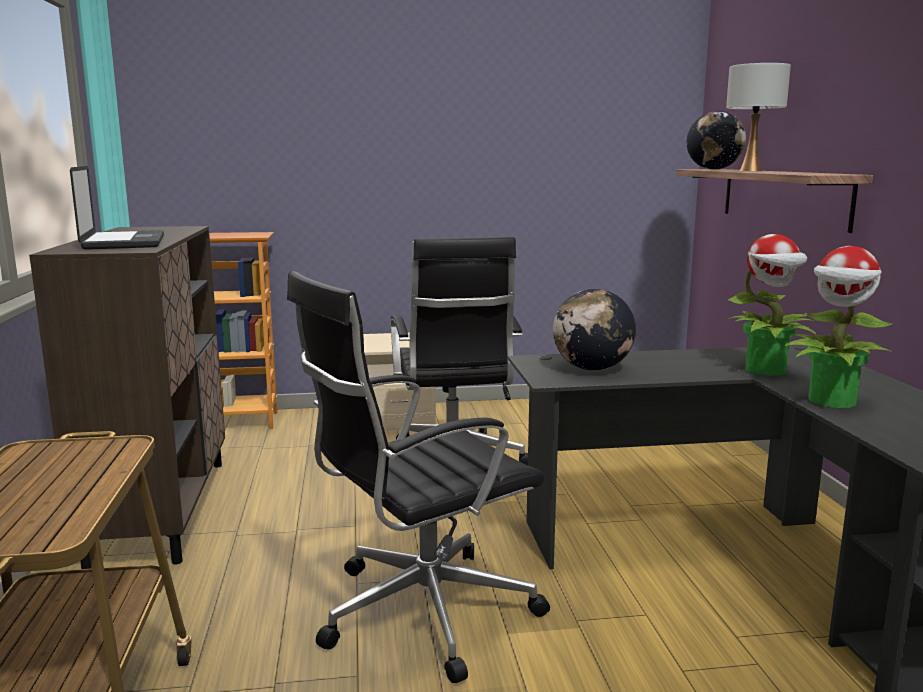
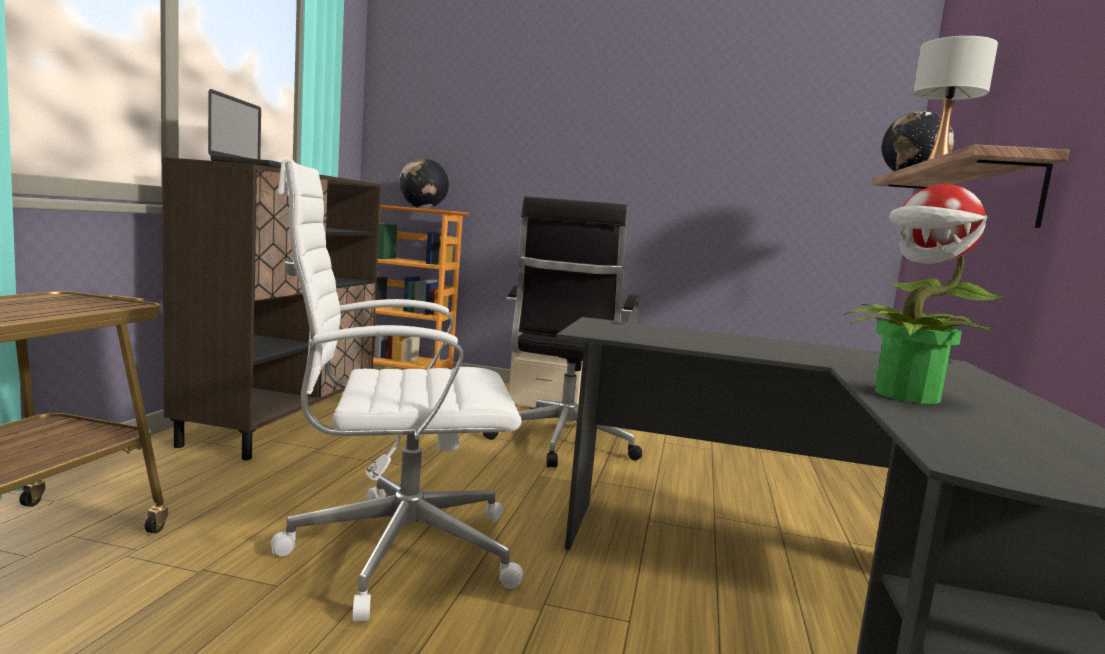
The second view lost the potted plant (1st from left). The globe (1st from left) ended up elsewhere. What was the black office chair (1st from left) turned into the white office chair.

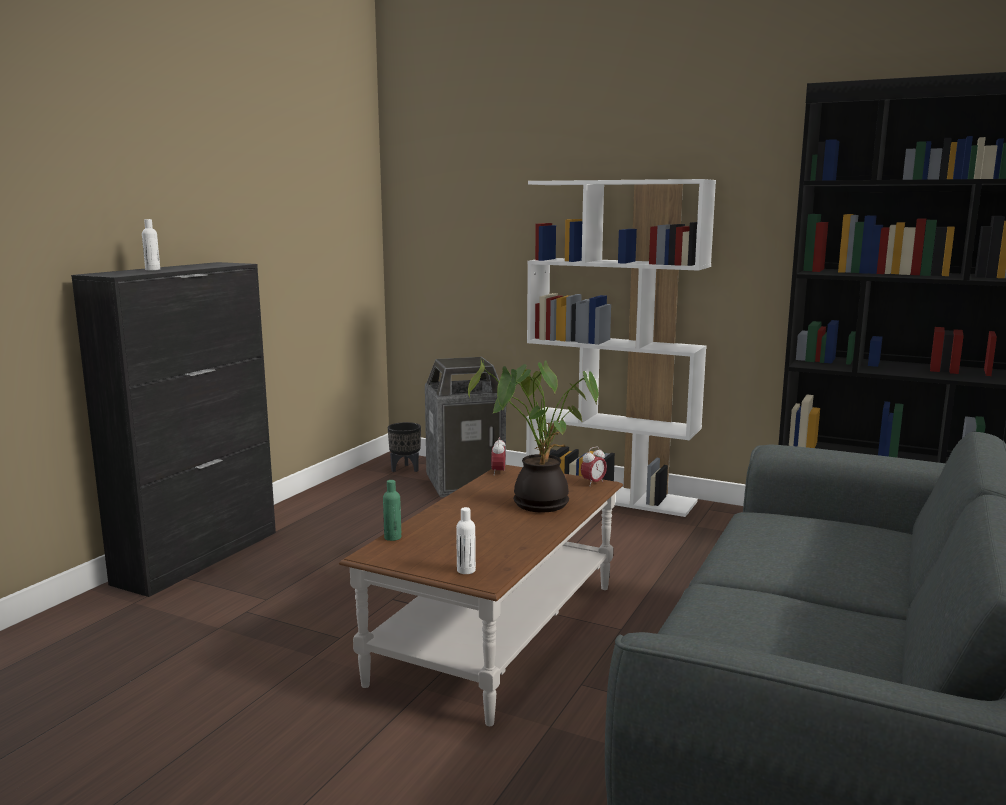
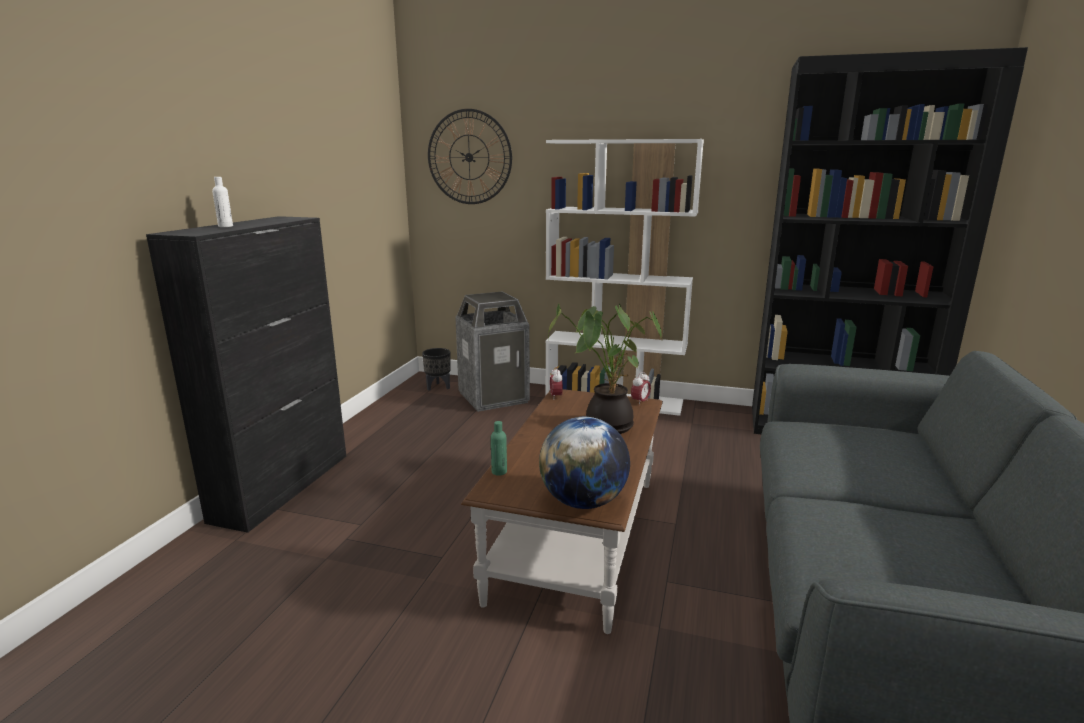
The second view gained the wall clock. Where the white bottle (2nd from left) stood, the globe came to stand.

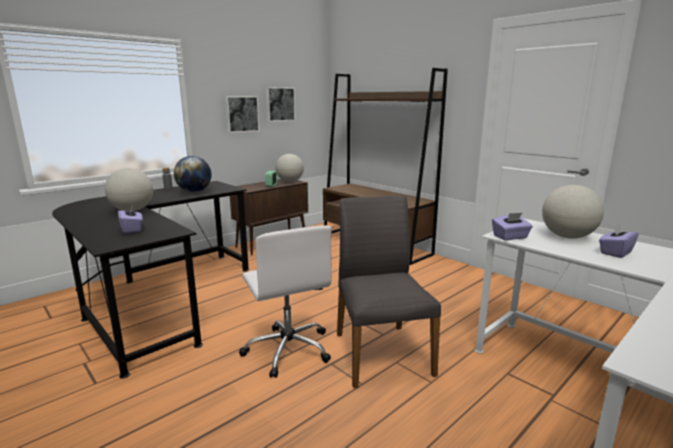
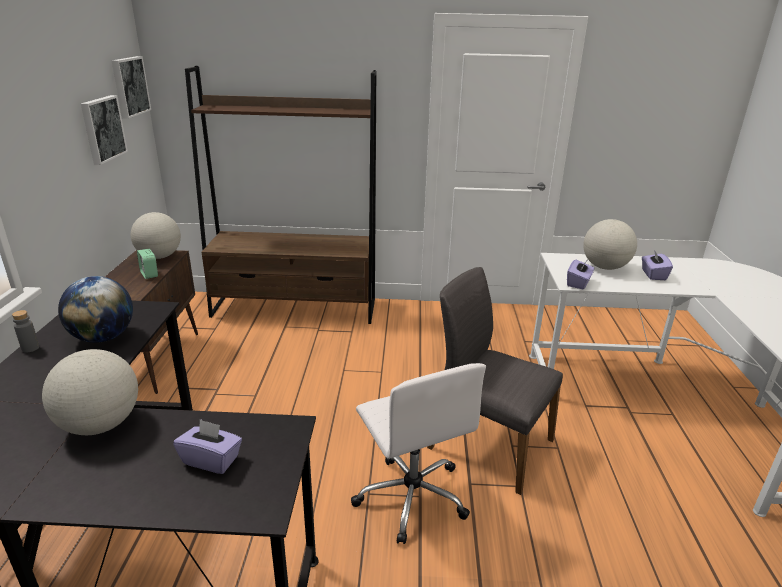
The picture (1st from left in the first image) ended up elsewhere. The white office chair ended up facing another way, 45 degrees clockwise from before.

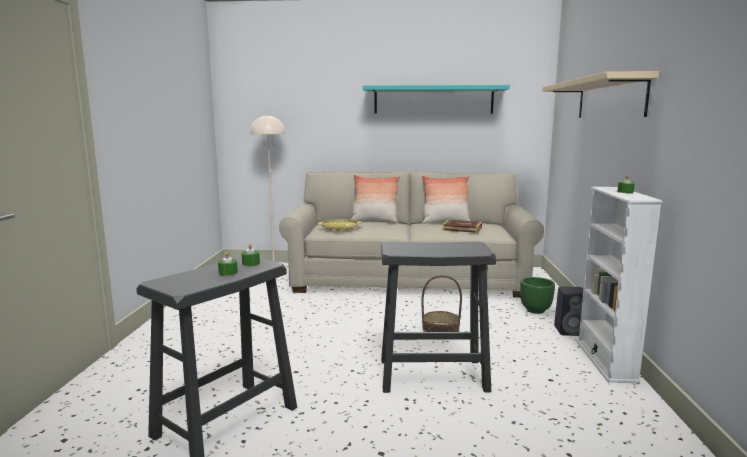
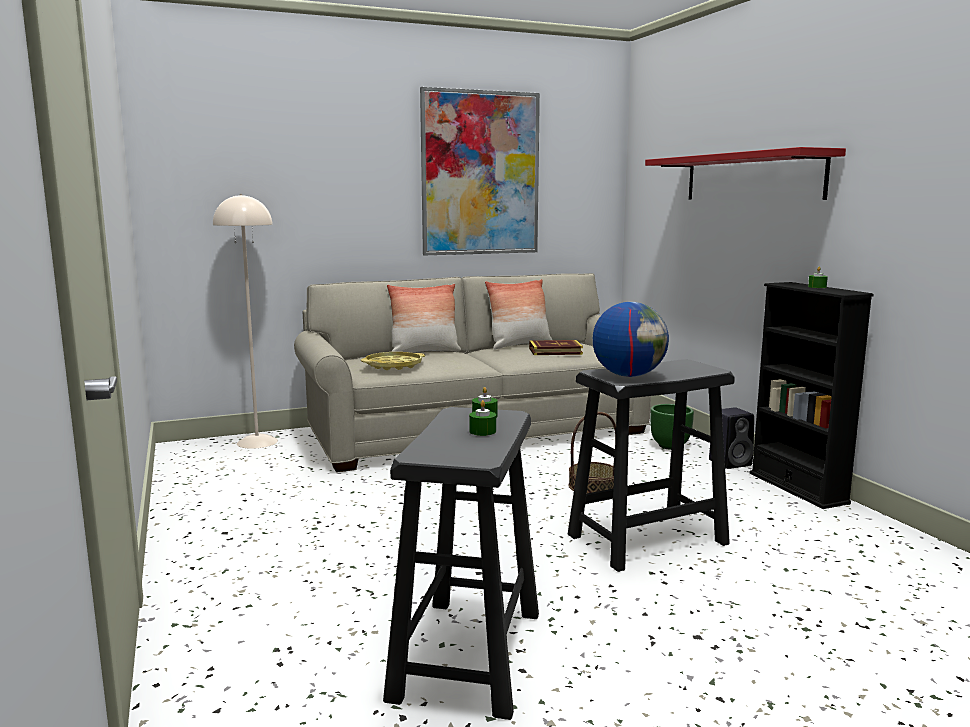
The second view gained the globe. Where the turquoise shelf hung, the picture came to hang. What was the beige shelf turned into the red shelf. What was the white bookcase turned into the black bookcase.

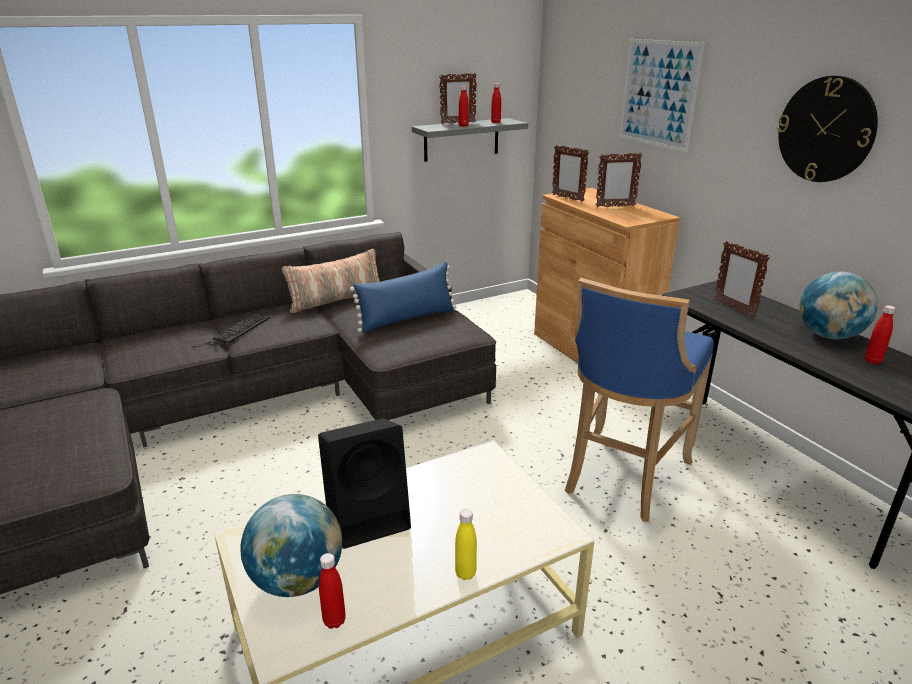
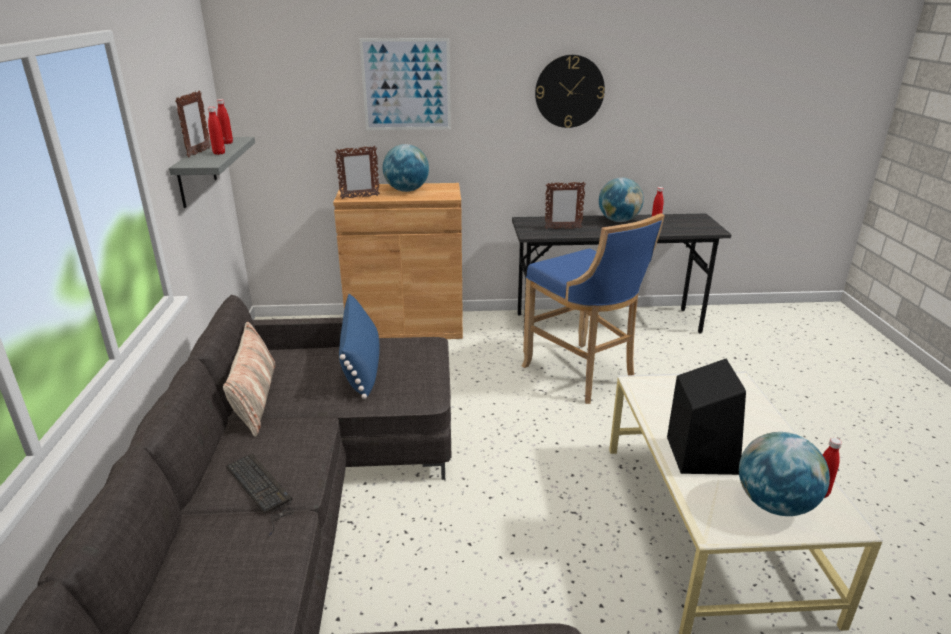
The second view lost the yellow bottle. Where the picture frame (3rd from left) stood, the globe (1st from left) came to stand.

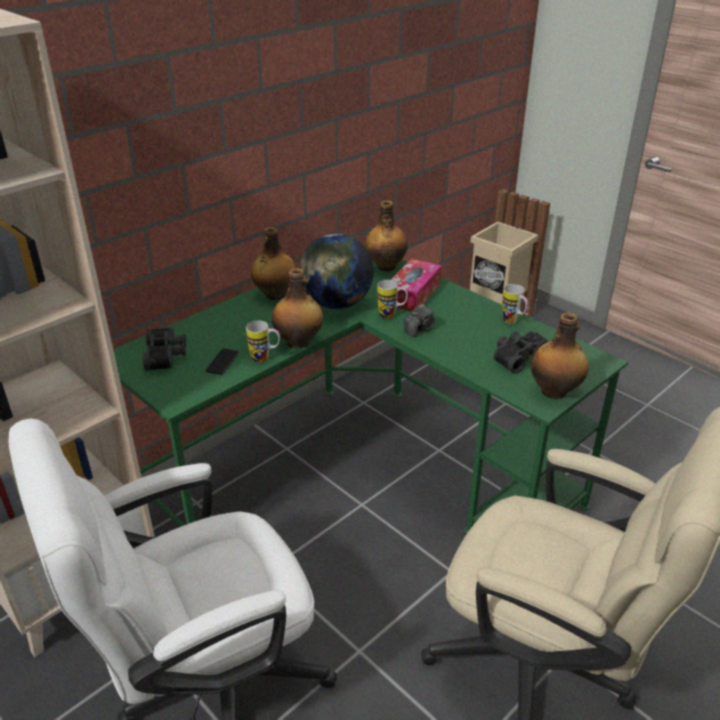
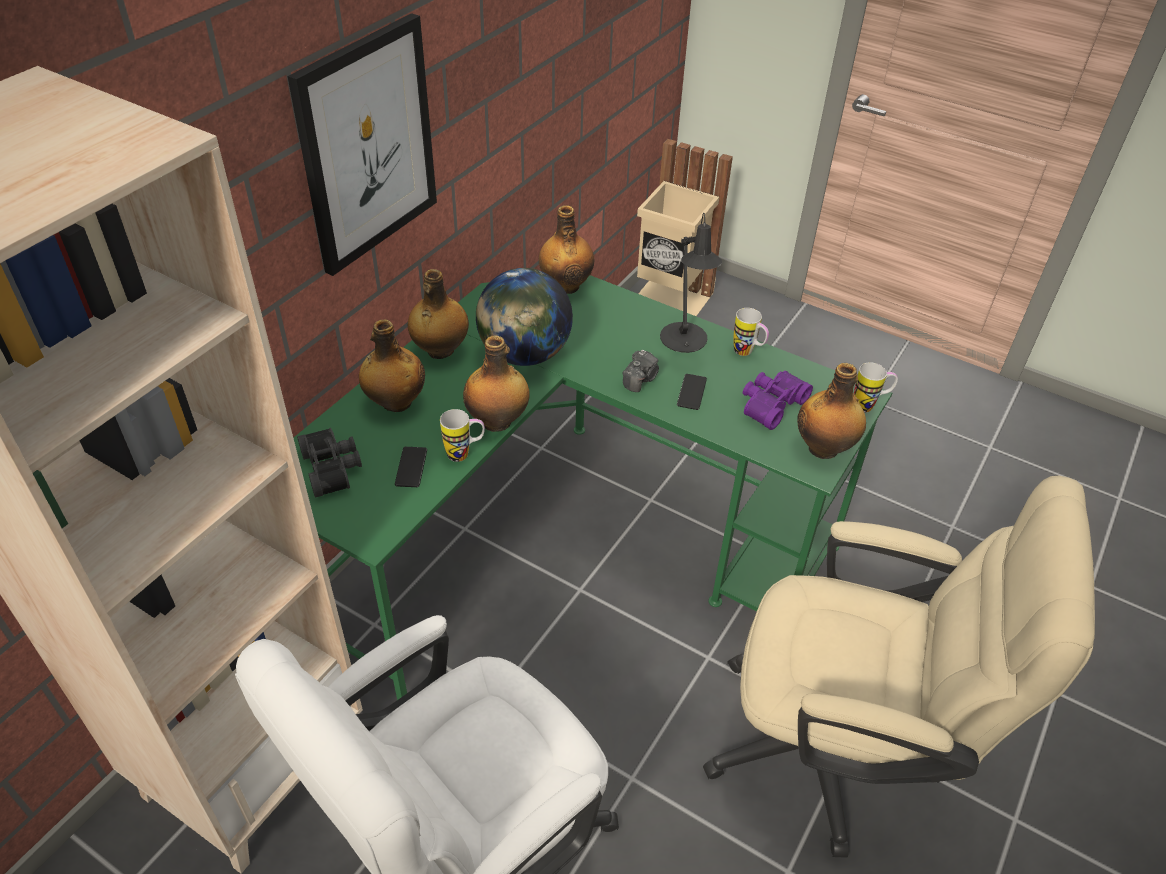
The second view lost the tissue box. The second view gained the picture. The second view gained the bottle (1st from left). The second view gained the black table lamp. The second view gained the phone (2nd from left). The mug (2nd from left in the first image) ended up elsewhere. What was the black binoculars (2nd from left) turned into the purple binoculars.

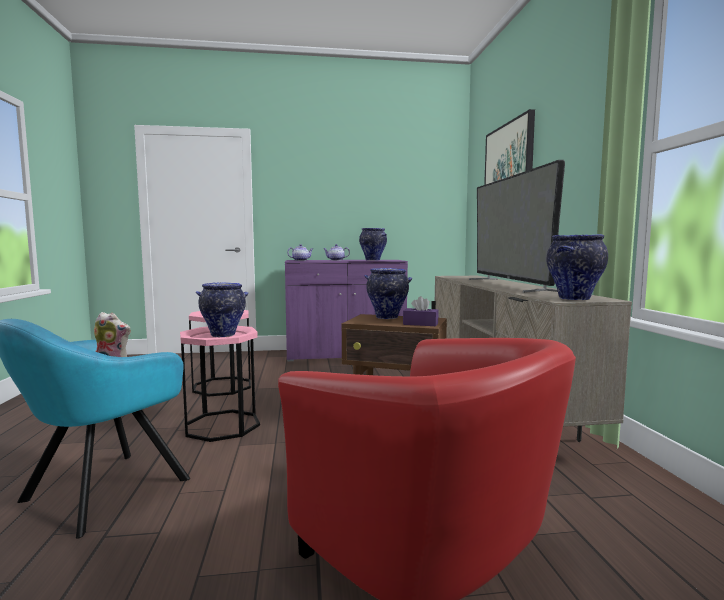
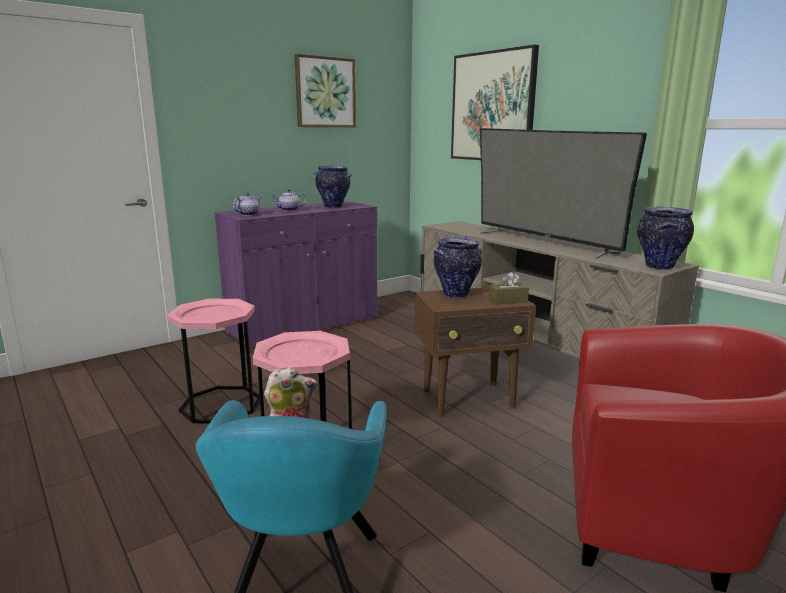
The second view lost the vase (1st from left). The second view gained the picture (1st from left). What was the purple tissue box turned into the brown tissue box.

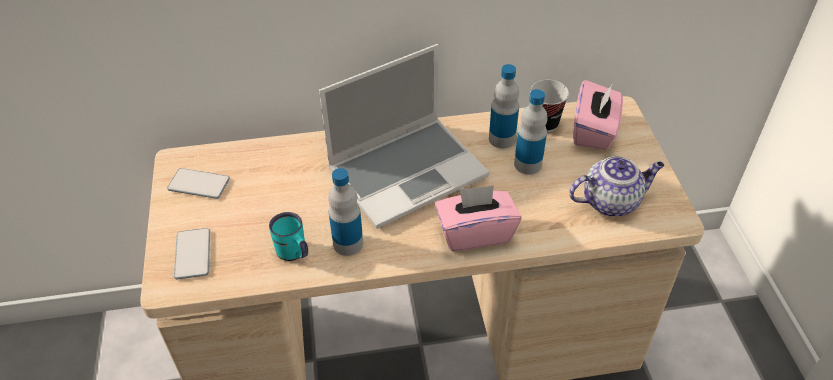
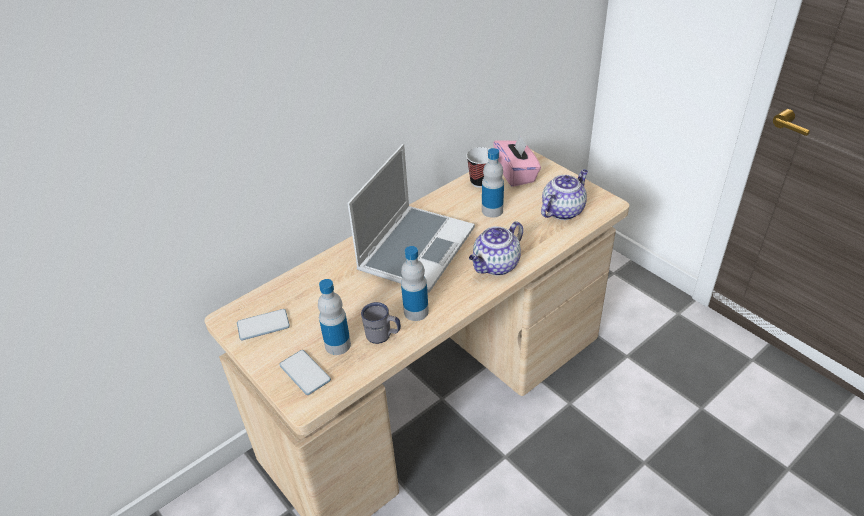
The bottle (2nd from left in the first image) ended up elsewhere. Where the pink tissue box (1st from left) stood, the teapot (1st from left) came to stand. What was the turquoise mug turned into the grey mug.

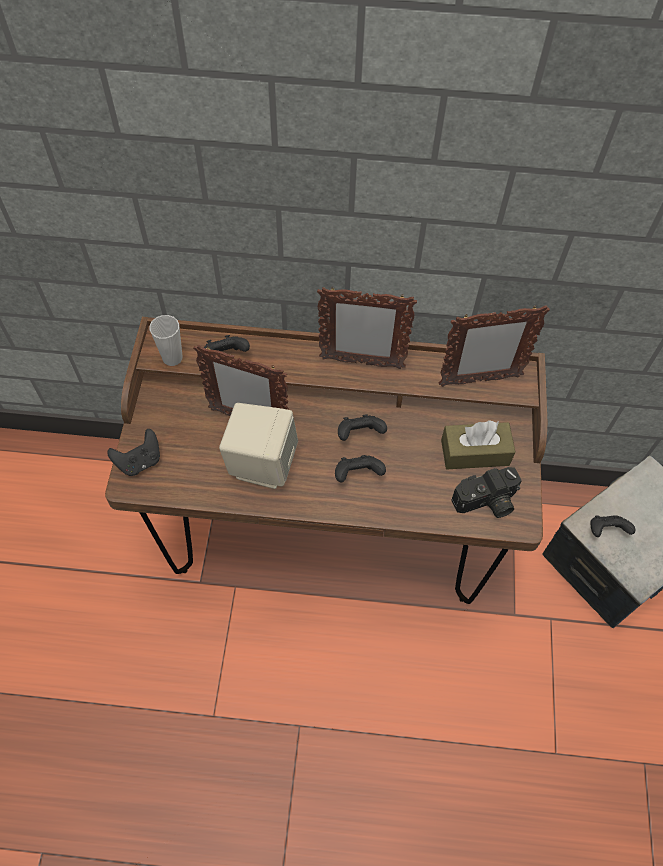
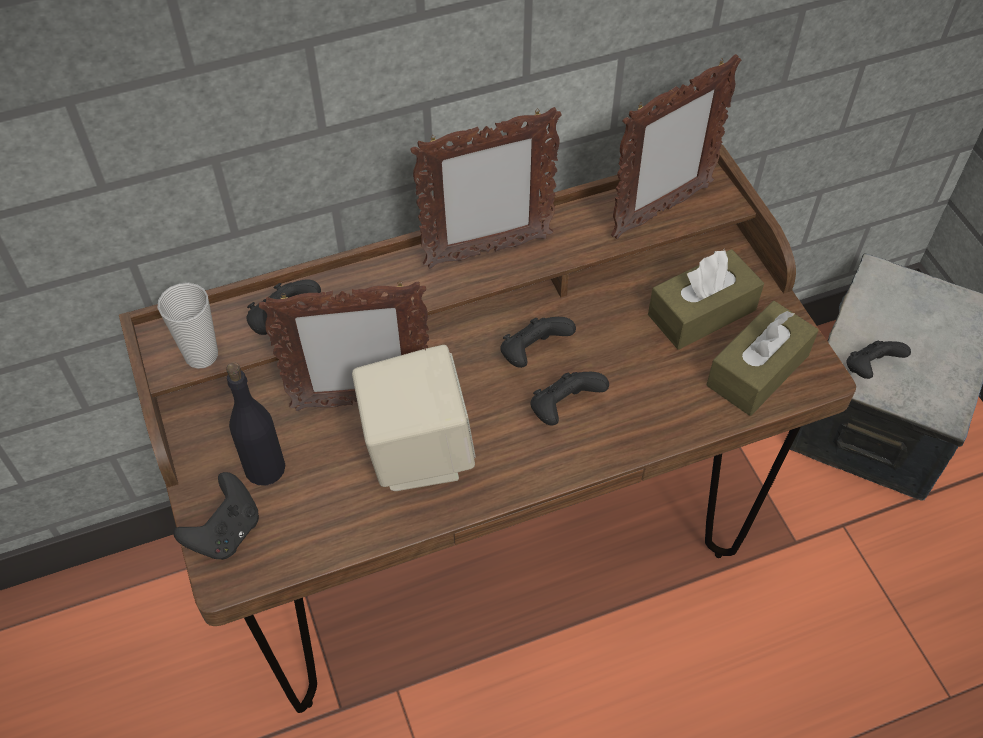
The second view gained the black bottle. Where the photo camera stood, the brown tissue box (2nd from left) came to stand.

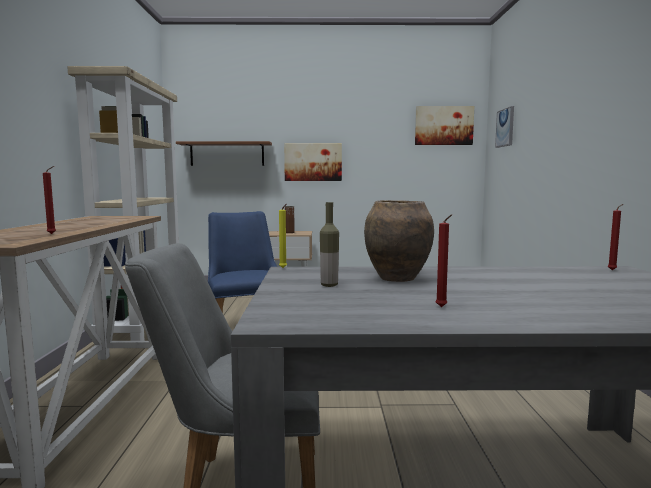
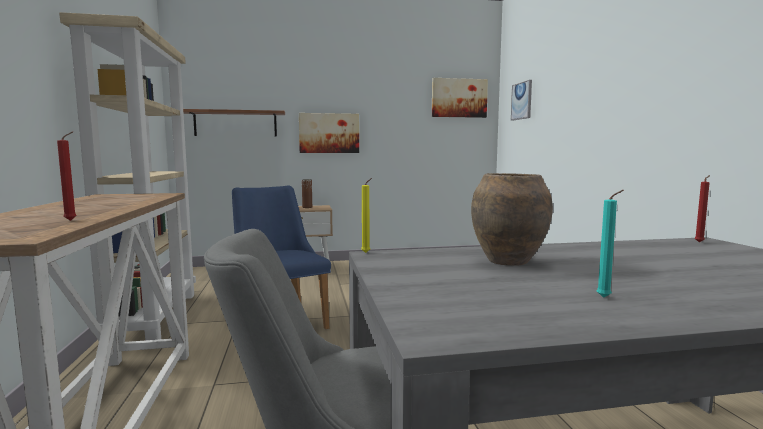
The second view lost the bottle. What was the red candle (2nd from left) turned into the turquoise candle.

